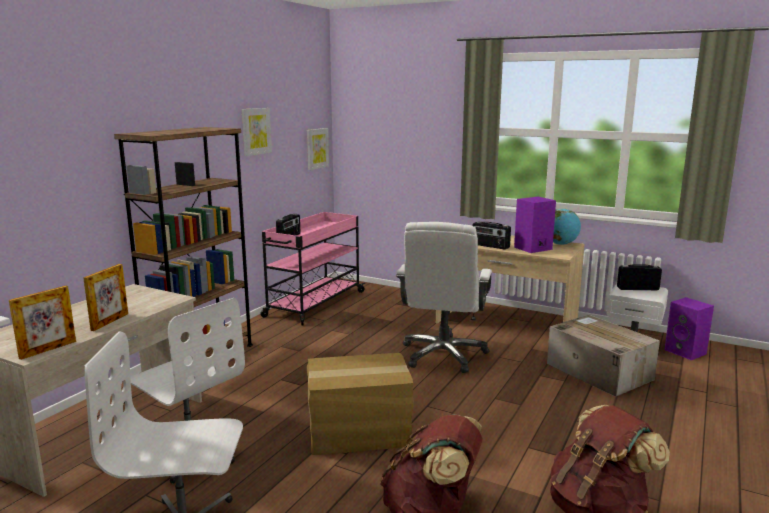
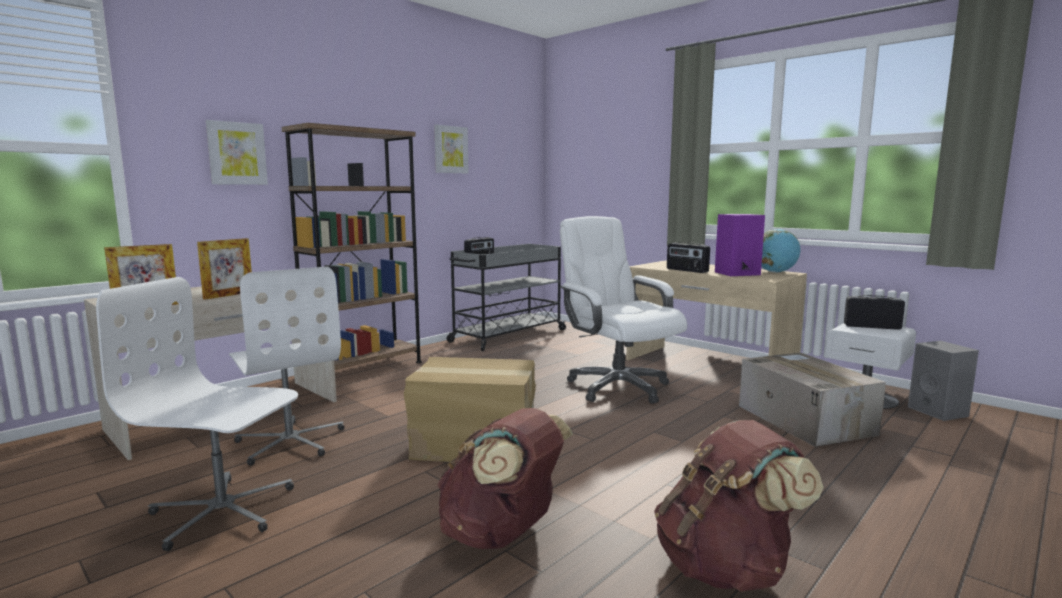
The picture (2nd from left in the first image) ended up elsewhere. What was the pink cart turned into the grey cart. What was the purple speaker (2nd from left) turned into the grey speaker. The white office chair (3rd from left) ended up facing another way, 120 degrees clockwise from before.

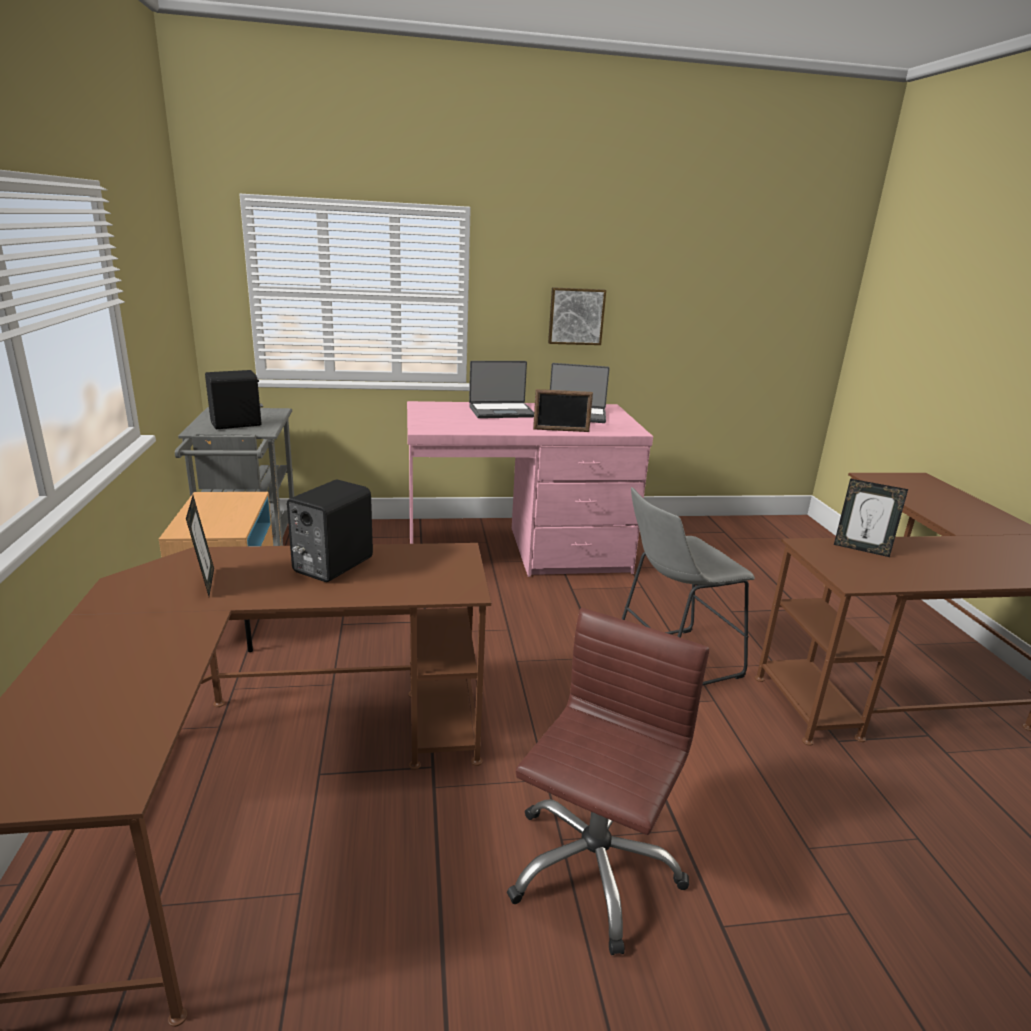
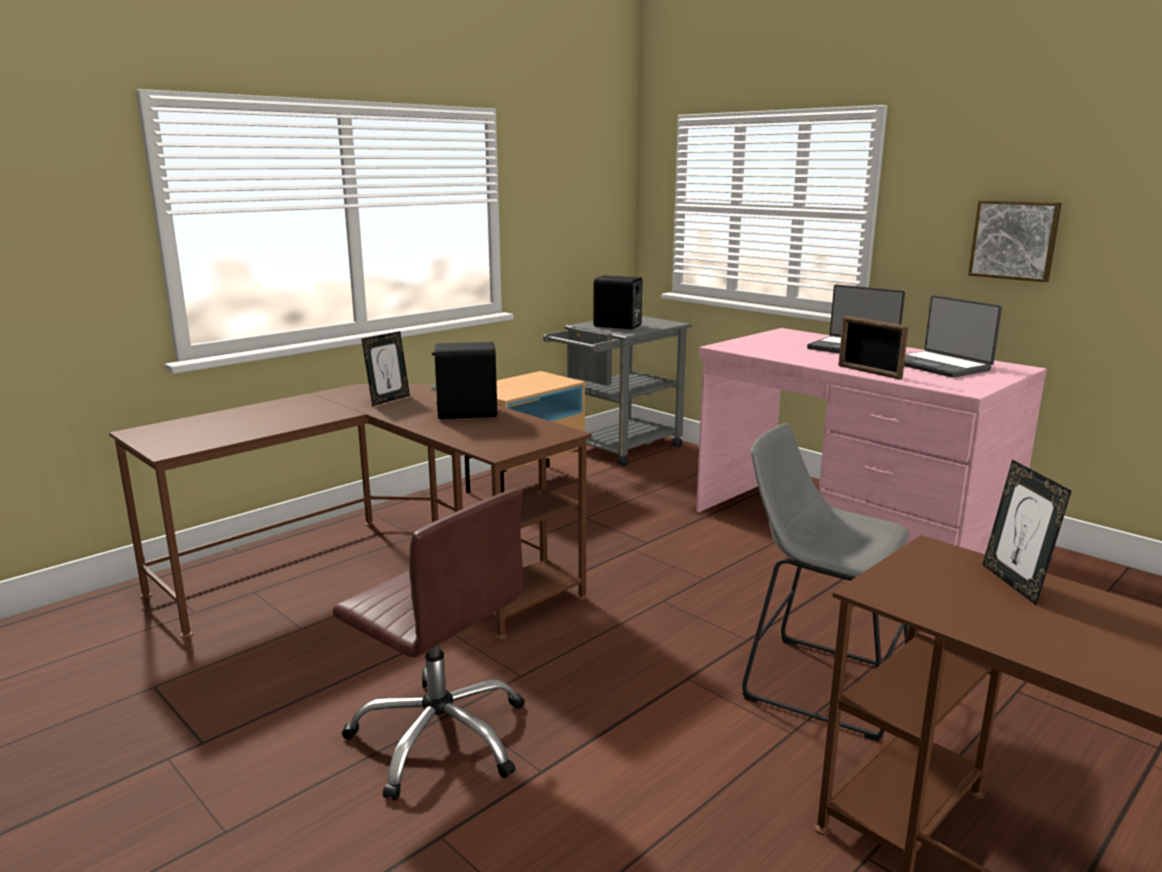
The brown office chair ended up facing another way, 45 degrees clockwise from before.

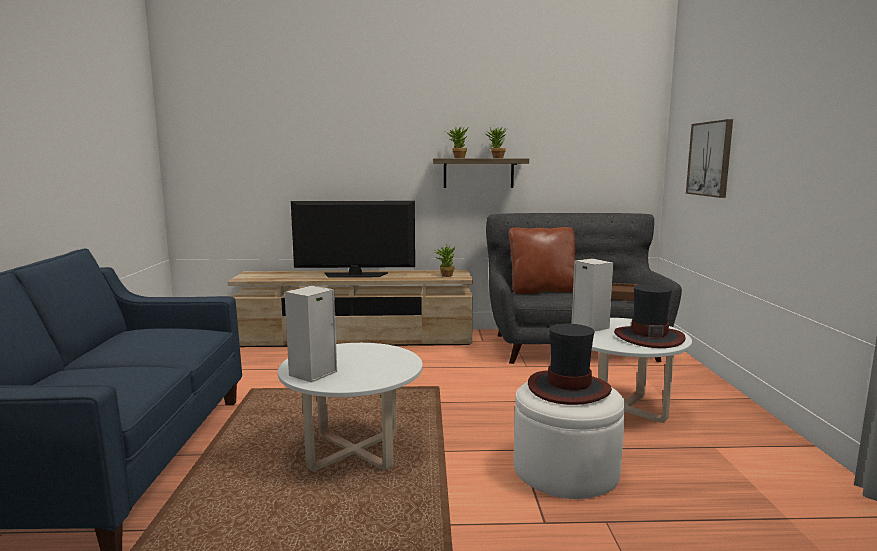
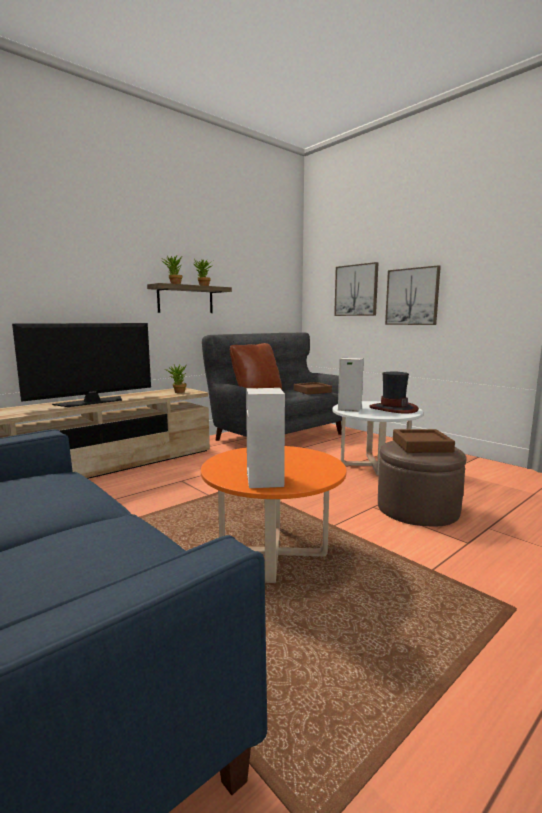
The second view gained the picture (2nd from left). Where the hat (1st from left) stood, the brown tray (2nd from left) came to stand. What was the white coffee table (1st from left) turned into the orange coffee table. What was the white ottoman turned into the brown ottoman.

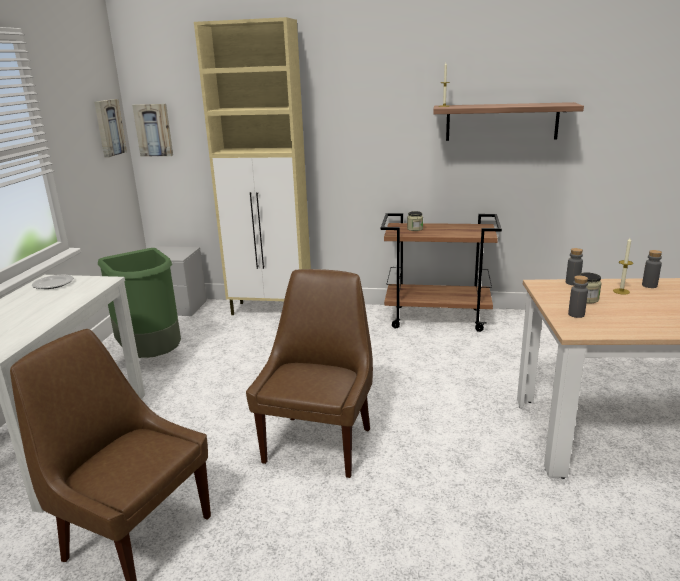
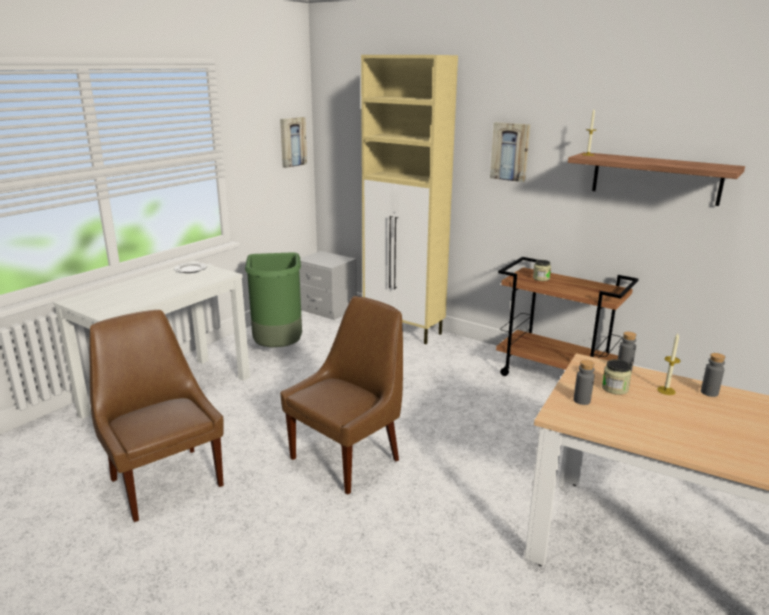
The picture (2nd from left) ended up elsewhere.

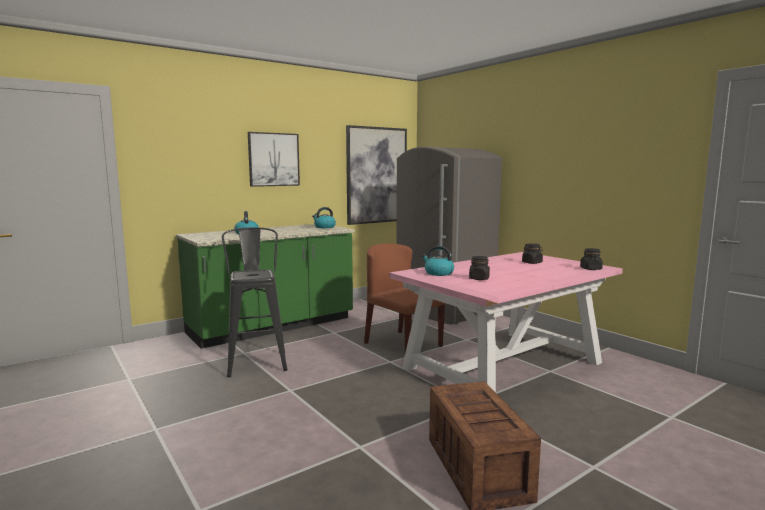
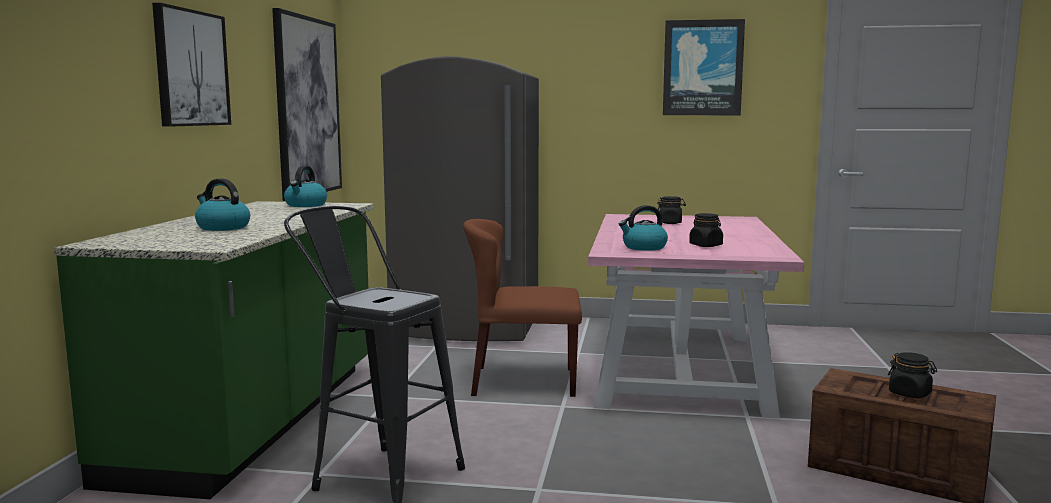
The second view gained the picture (3rd from left). The black jar (3rd from left) ended up elsewhere.

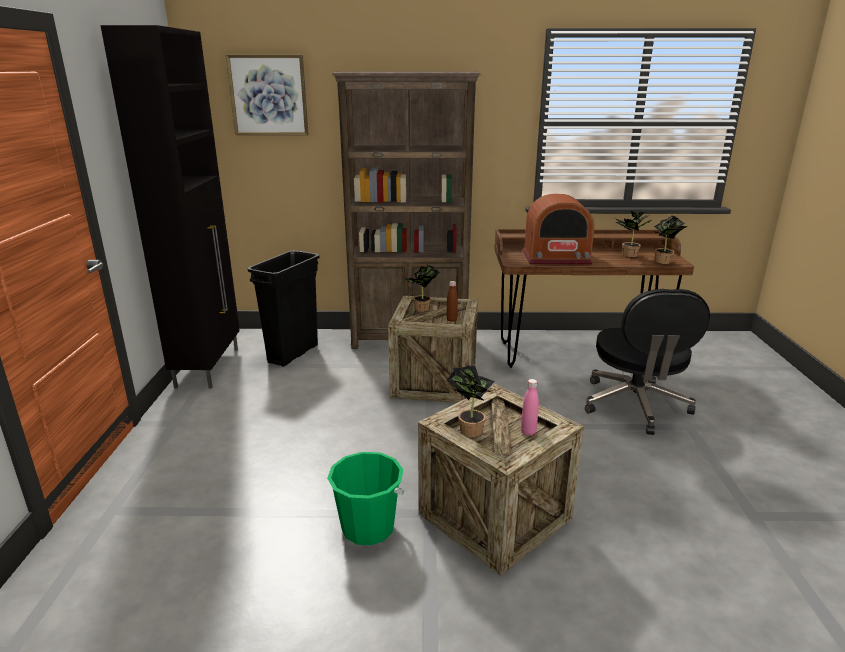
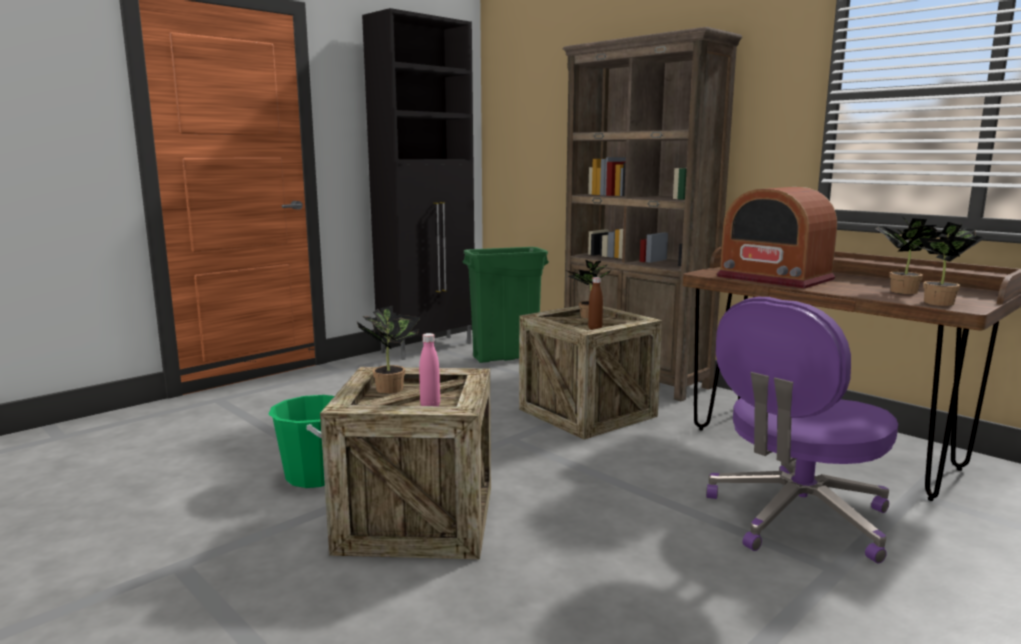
The second view lost the picture. What was the black trash can turned into the green trash can. What was the black office chair turned into the purple office chair.

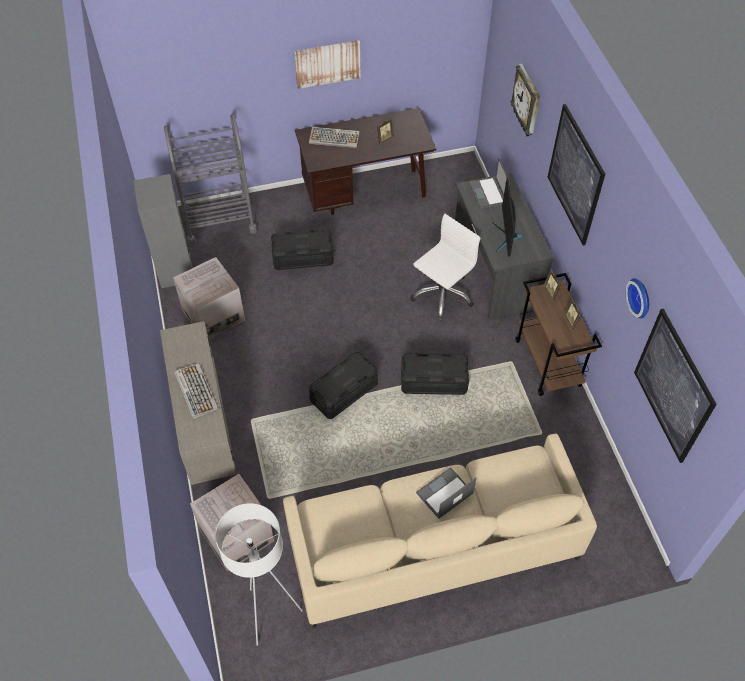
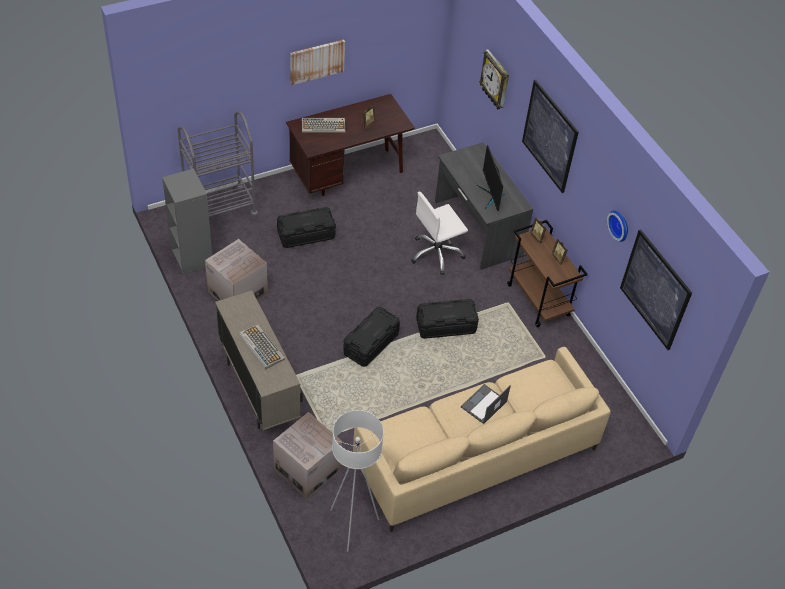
The second view lost the laptop (2nd from left). The white office chair ended up facing another way, 150 degrees counterclockwise from before.

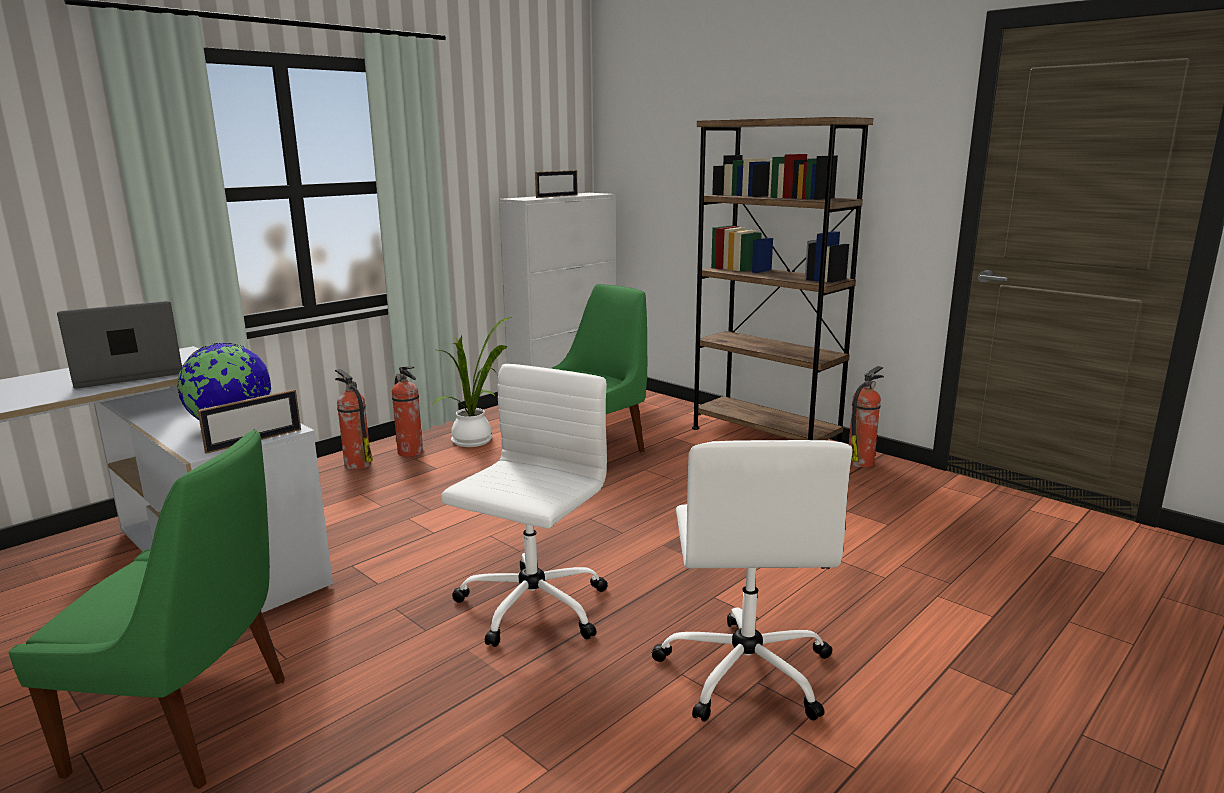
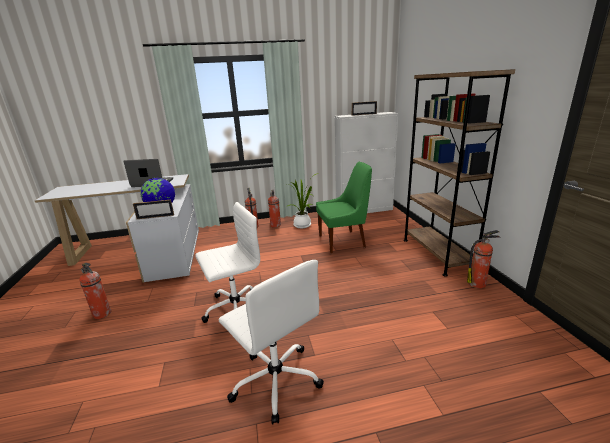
Where the green chair (1st from left) stood, the fire extinguisher (1st from left) came to stand. The white office chair (2nd from left) ended up facing another way, 75 degrees counterclockwise from before.

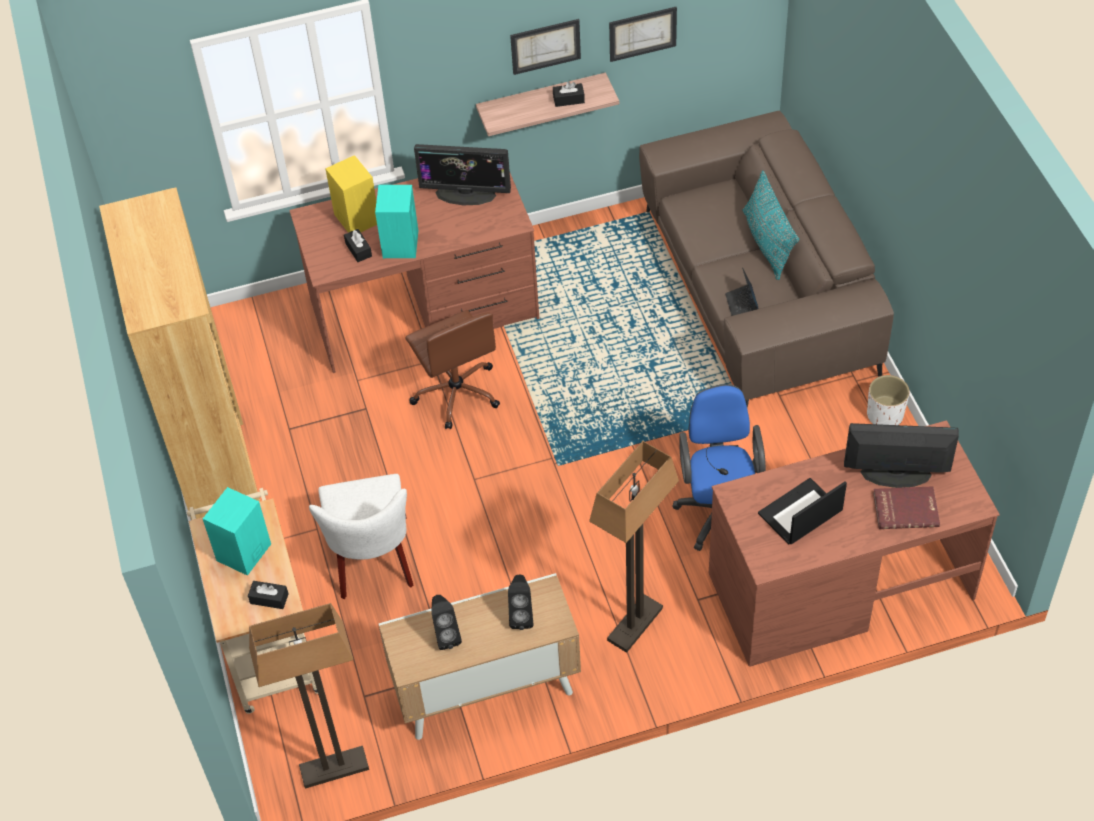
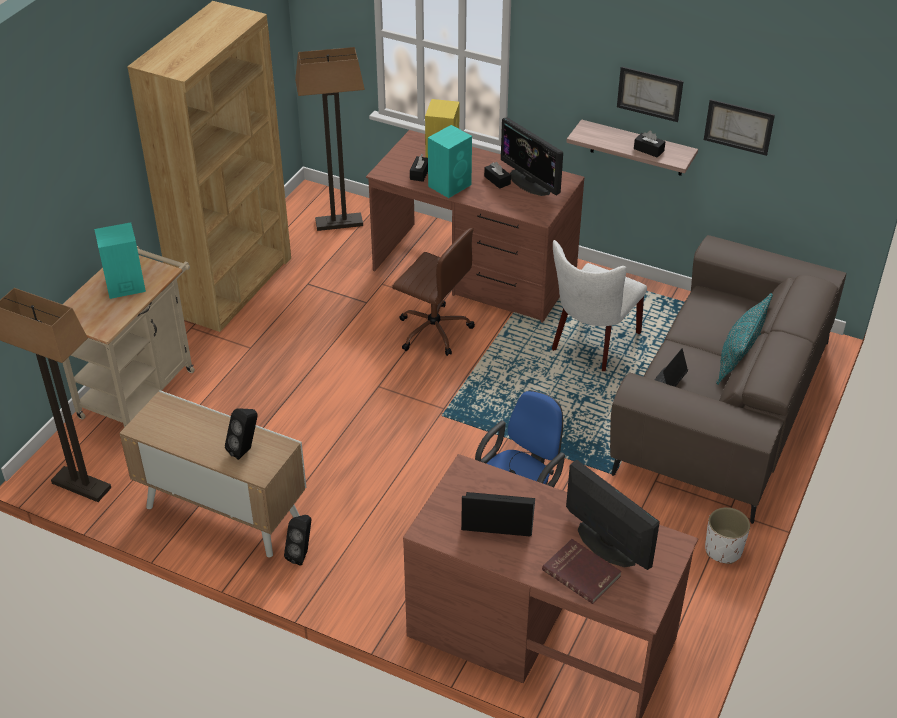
The black tissue box (1st from left in the first image) ended up elsewhere. The white chair ended up elsewhere. The black speaker (1st from left in the first image) ended up elsewhere. The floor lamp (2nd from left) ended up elsewhere. The brown office chair ended up facing another way, 75 degrees counterclockwise from before.

